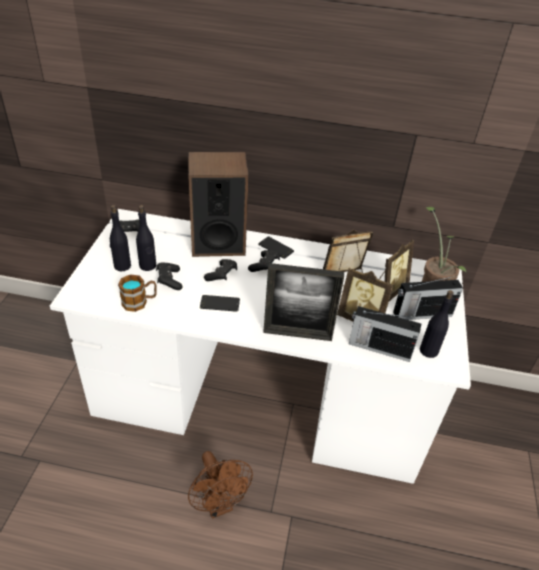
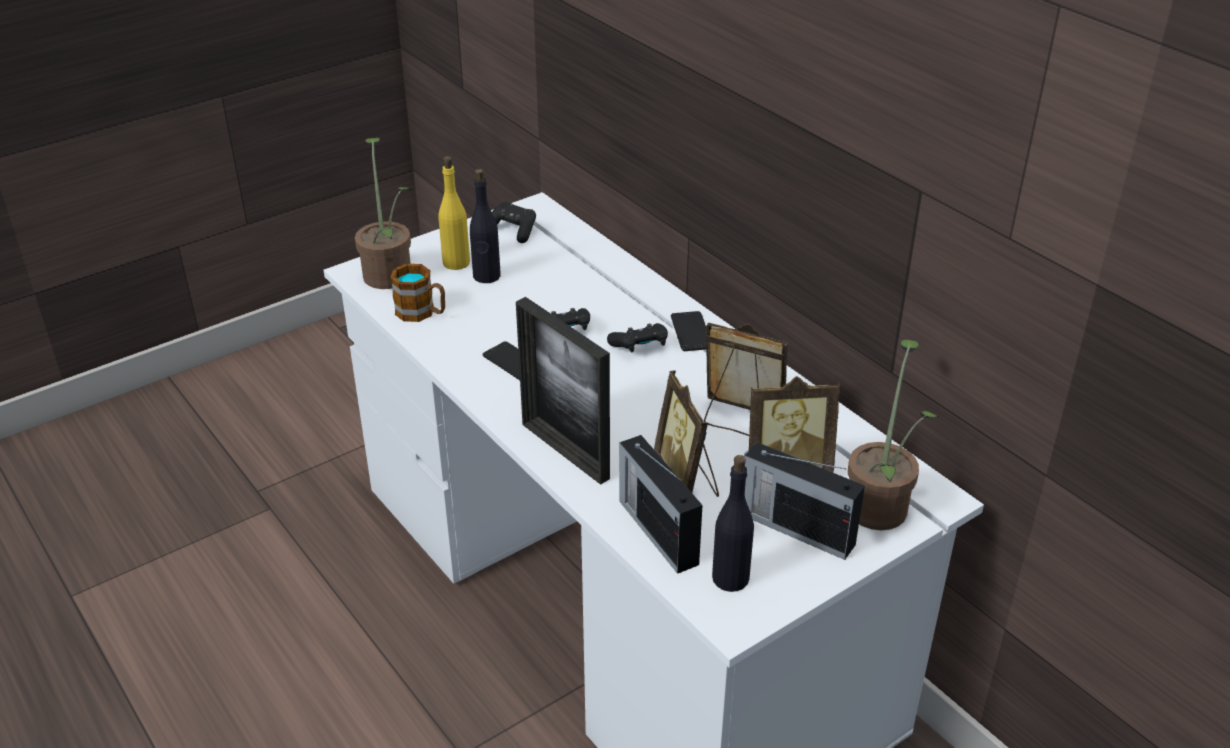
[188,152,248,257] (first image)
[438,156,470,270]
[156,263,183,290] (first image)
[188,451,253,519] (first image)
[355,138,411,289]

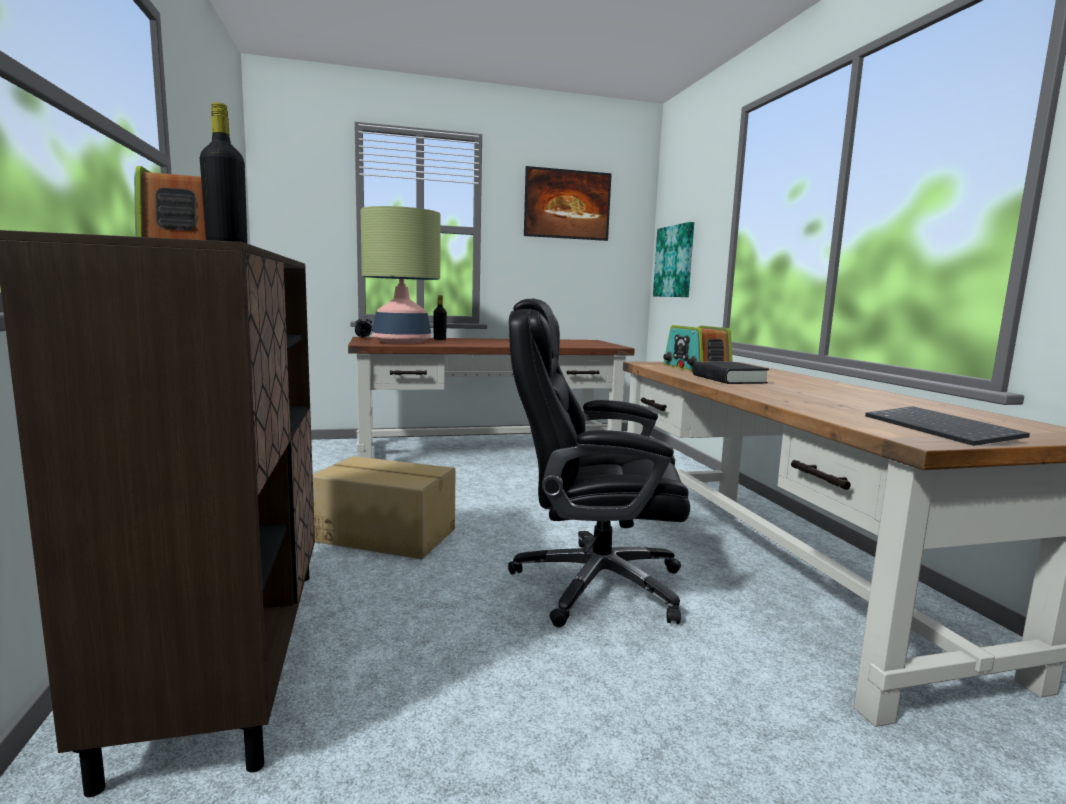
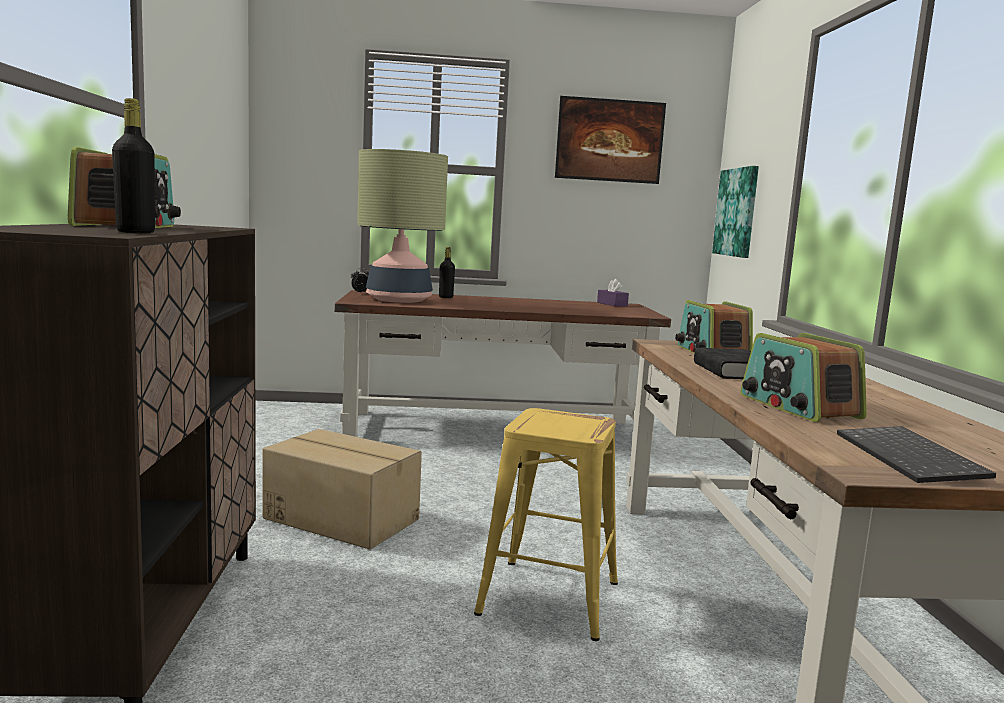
[474,408,618,641]
[597,279,629,306]
[740,333,867,422]

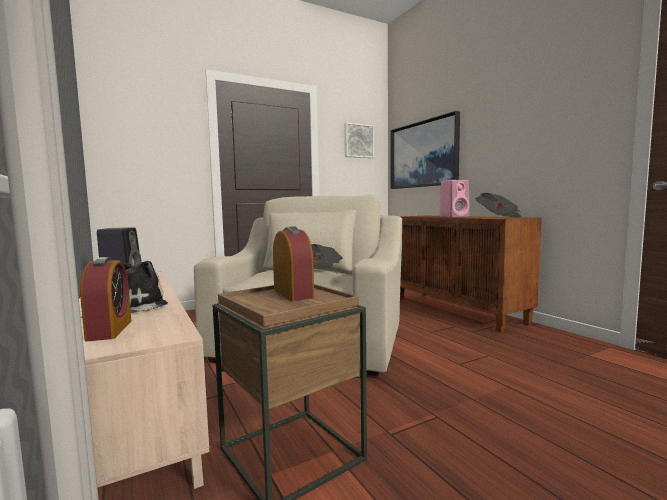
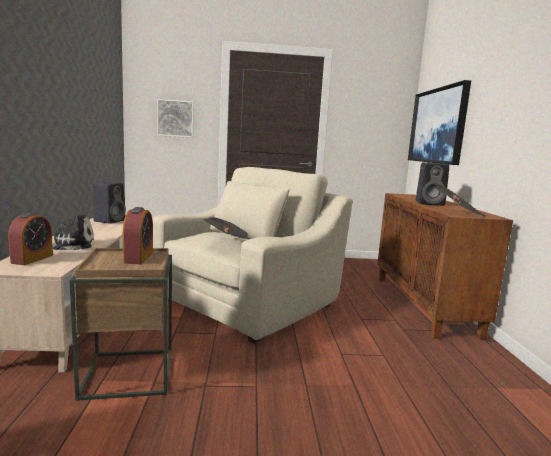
[157,99,194,138]
[416,162,449,206]

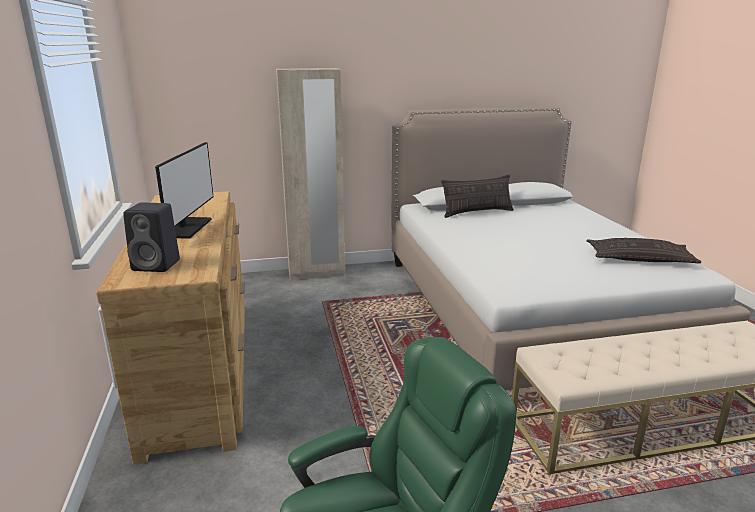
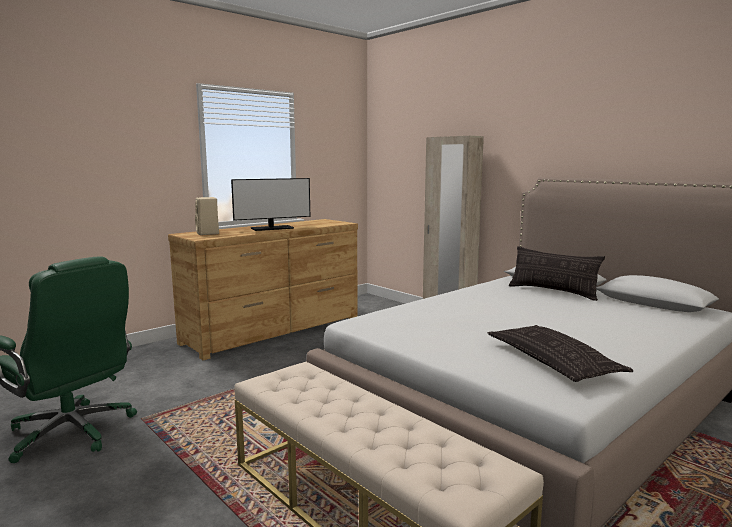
[195,197,219,235]

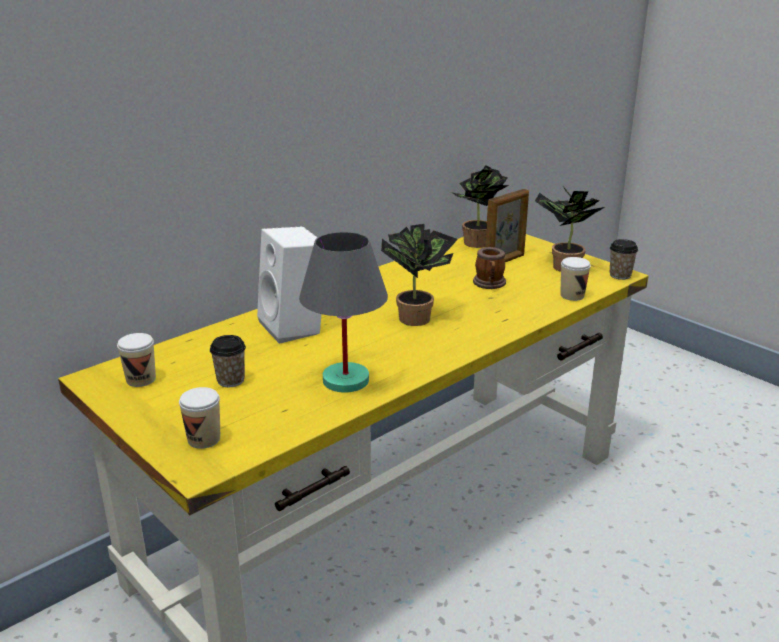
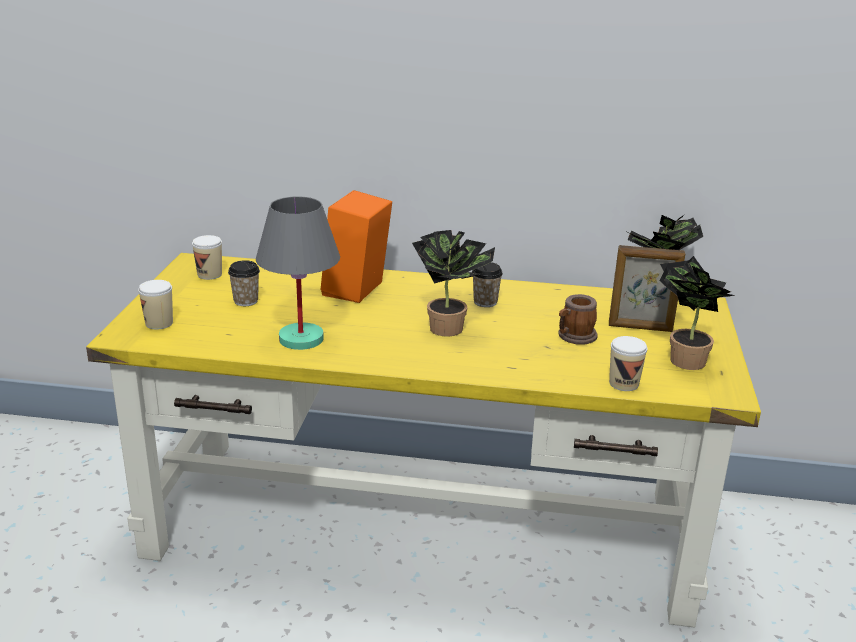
[321,190,392,303]
[472,262,503,307]

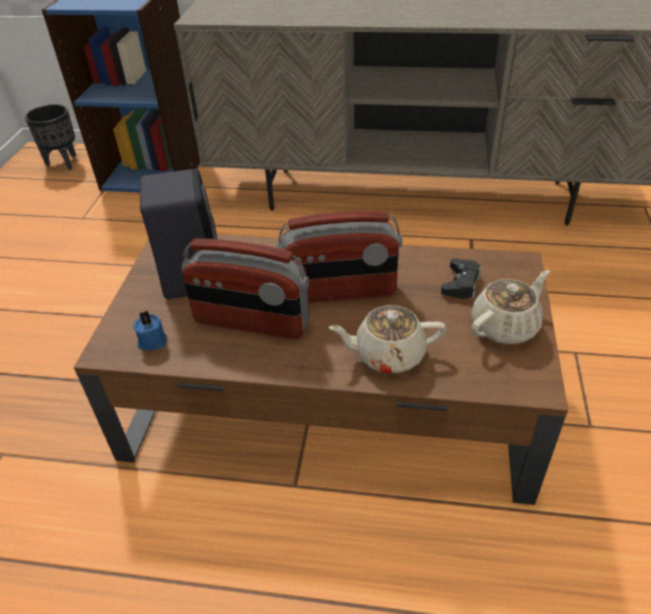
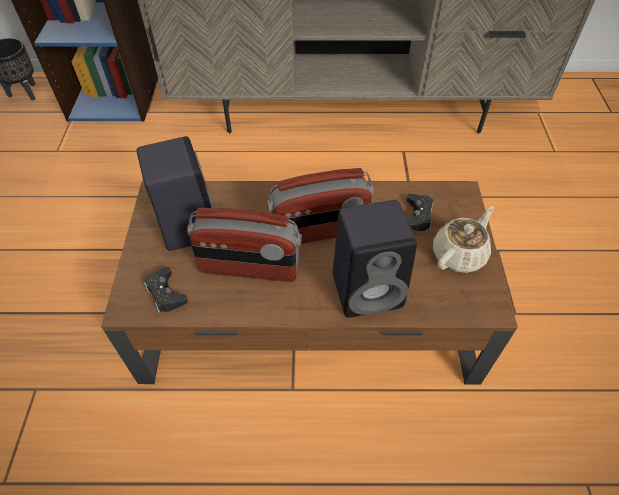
[333,200,417,318]
[144,267,188,313]

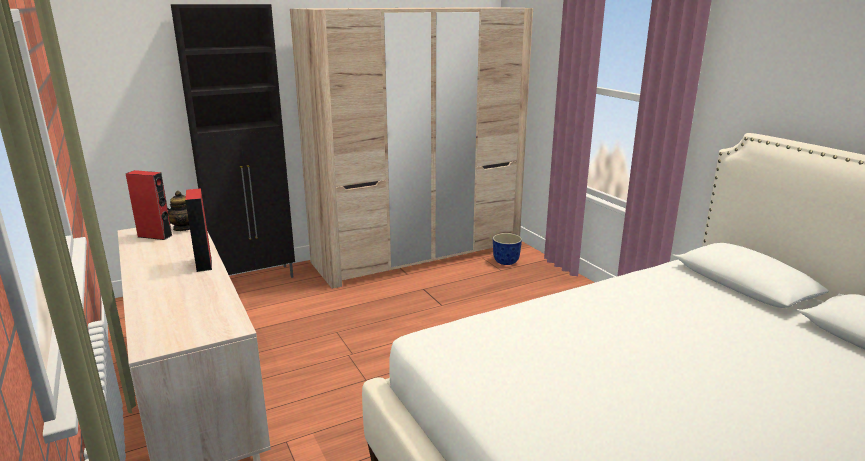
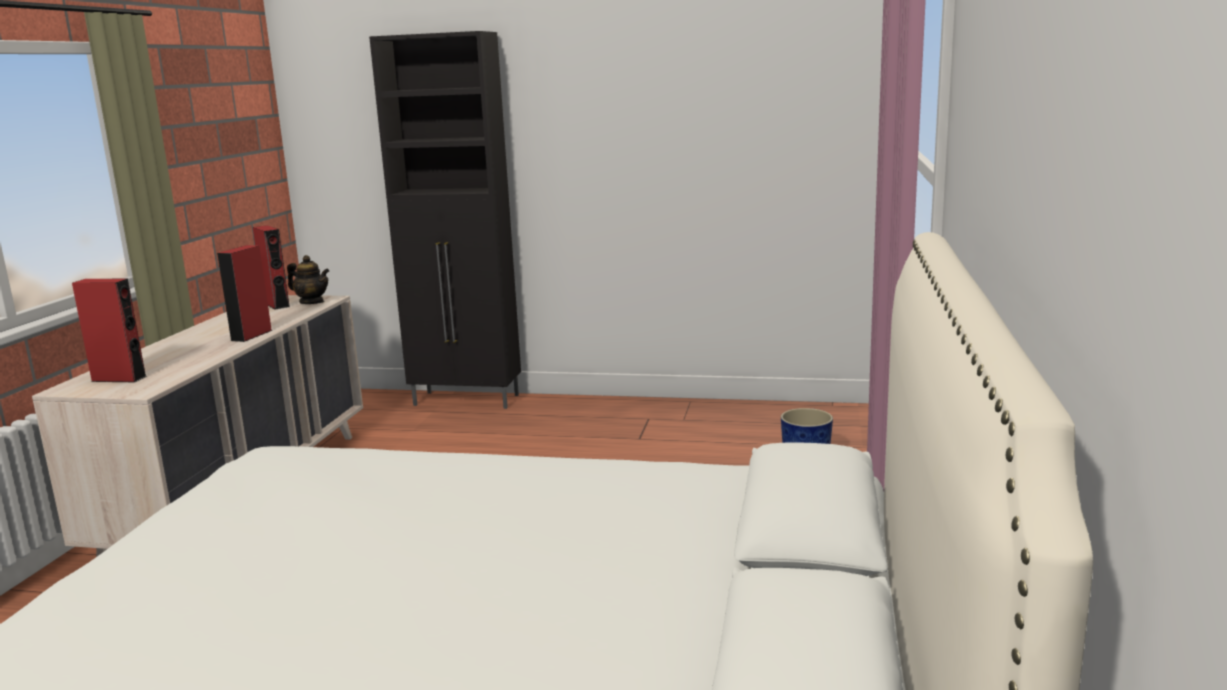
[290,7,533,289] (first image)
[72,279,147,382]

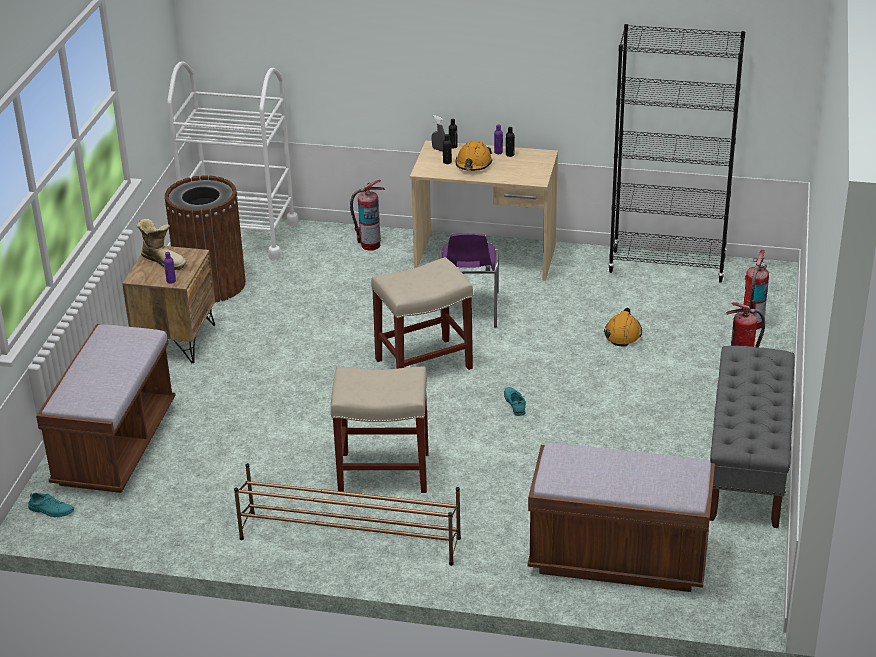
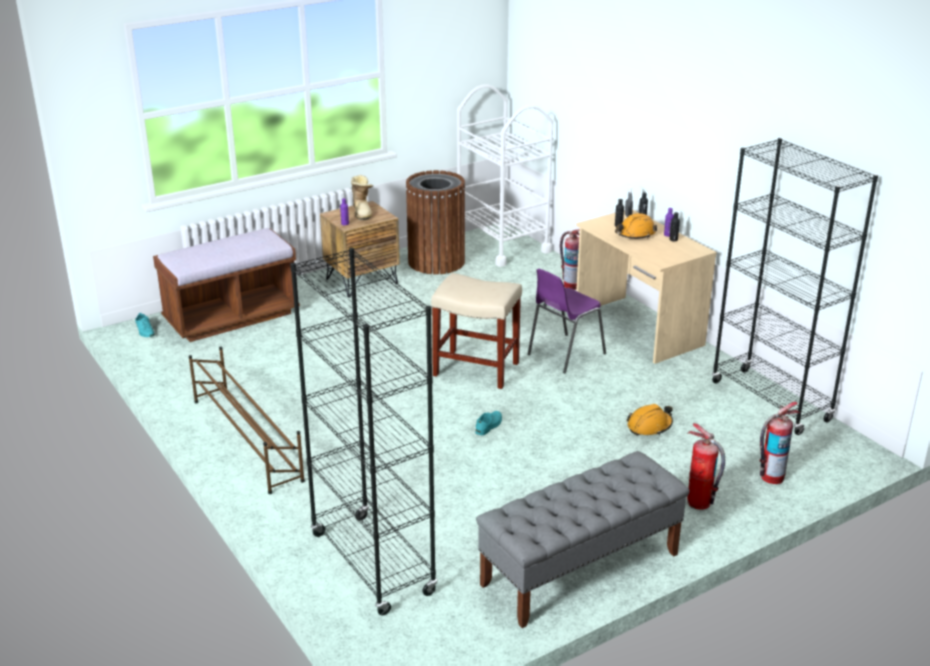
[331,366,429,493] (first image)
[290,248,437,615]

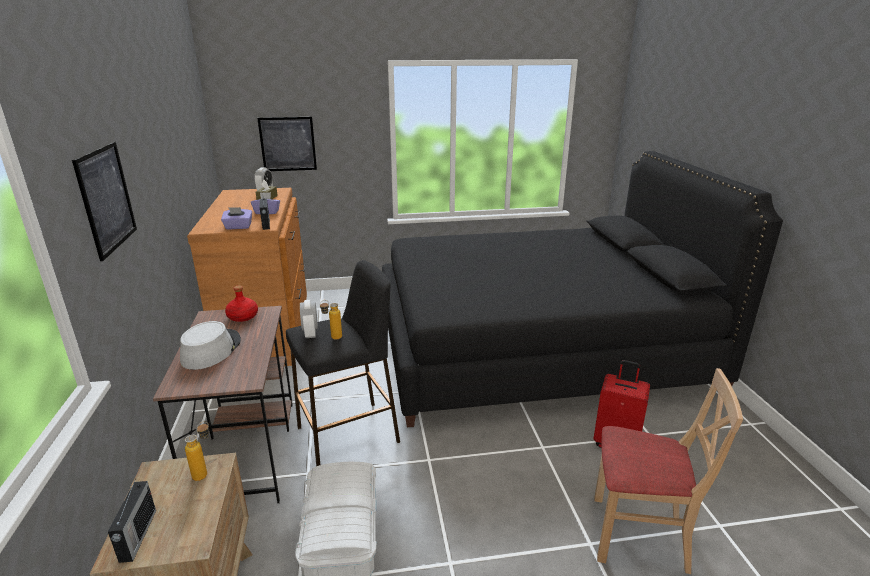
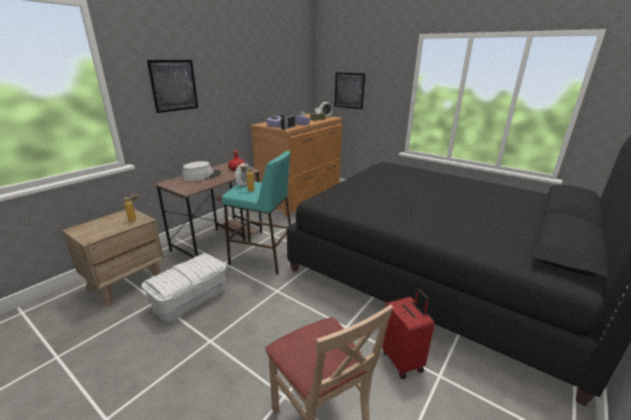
[222,151,291,275]
[108,478,156,563] (first image)

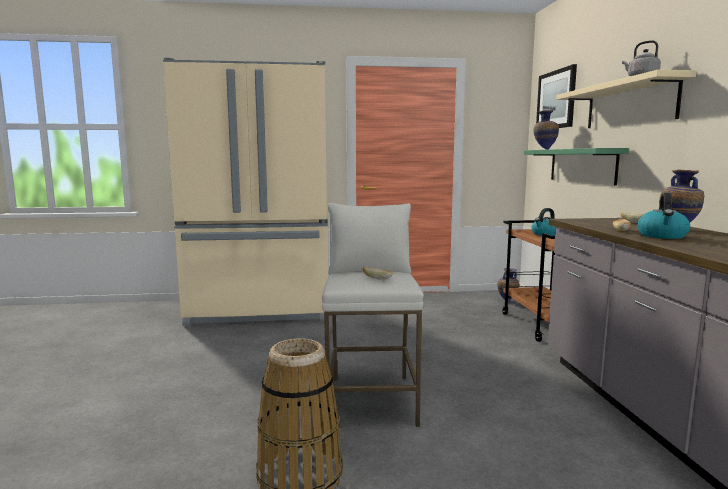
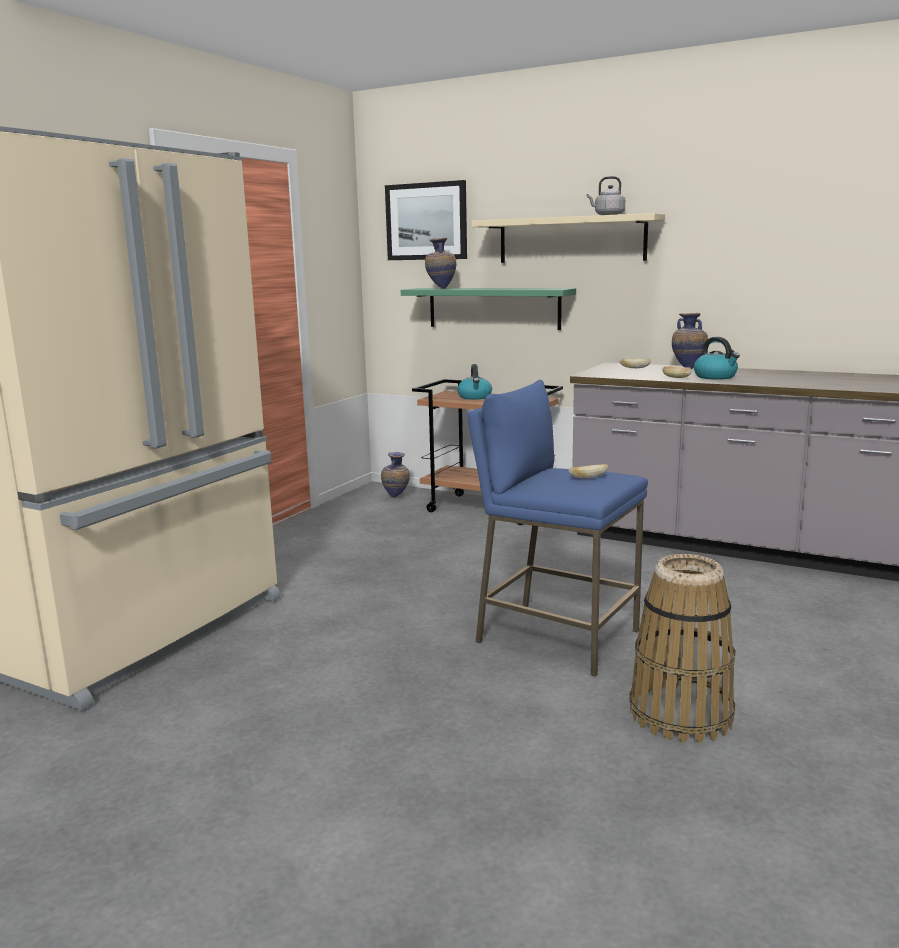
[467,380,648,677]

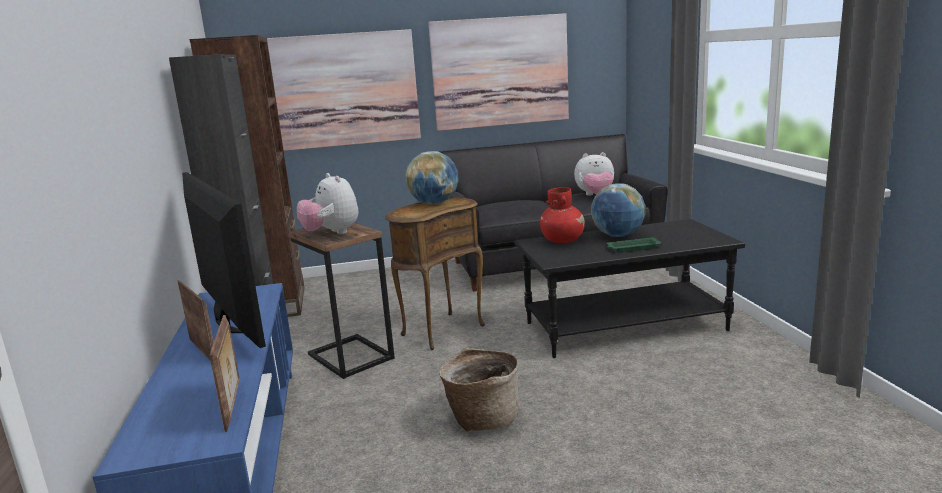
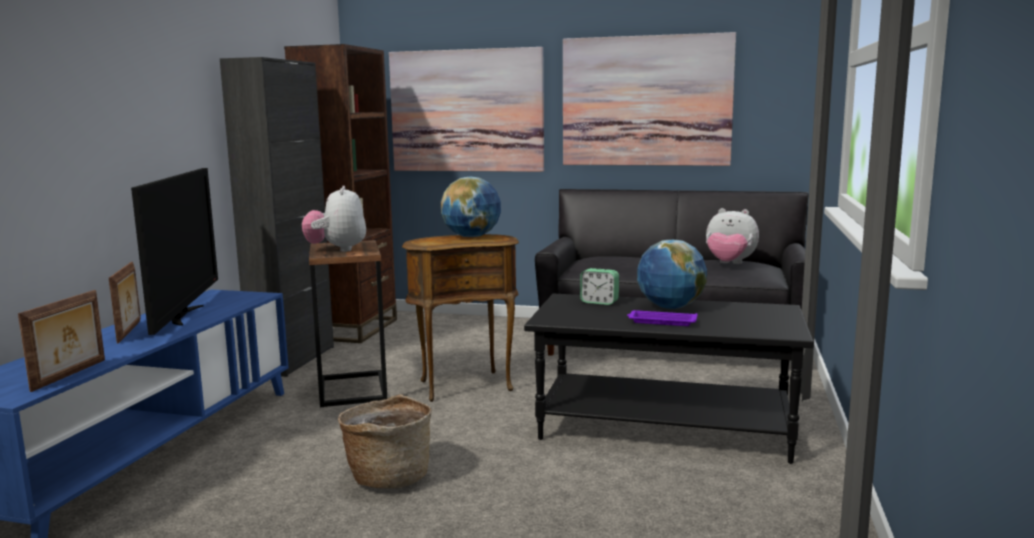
[580,268,619,305]
[627,310,698,326]

